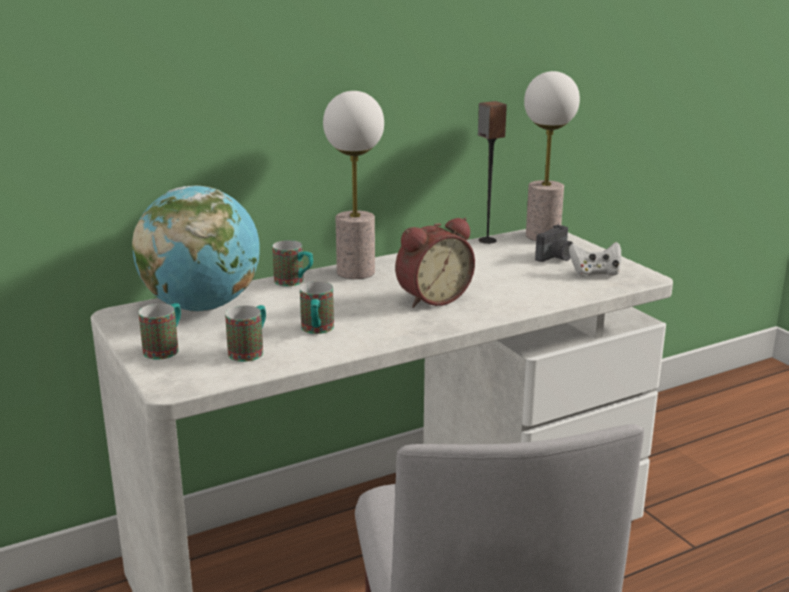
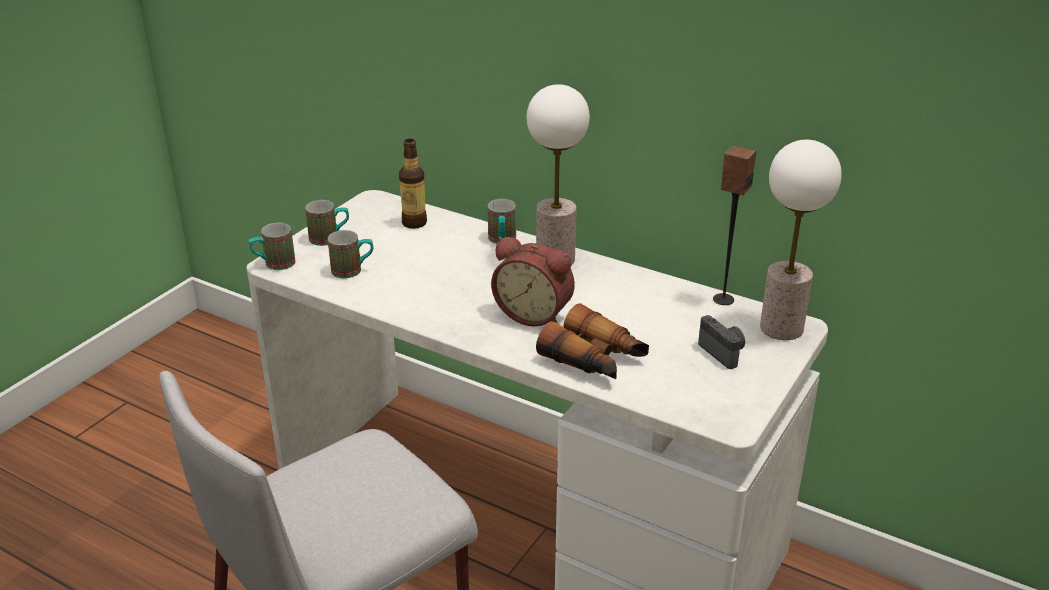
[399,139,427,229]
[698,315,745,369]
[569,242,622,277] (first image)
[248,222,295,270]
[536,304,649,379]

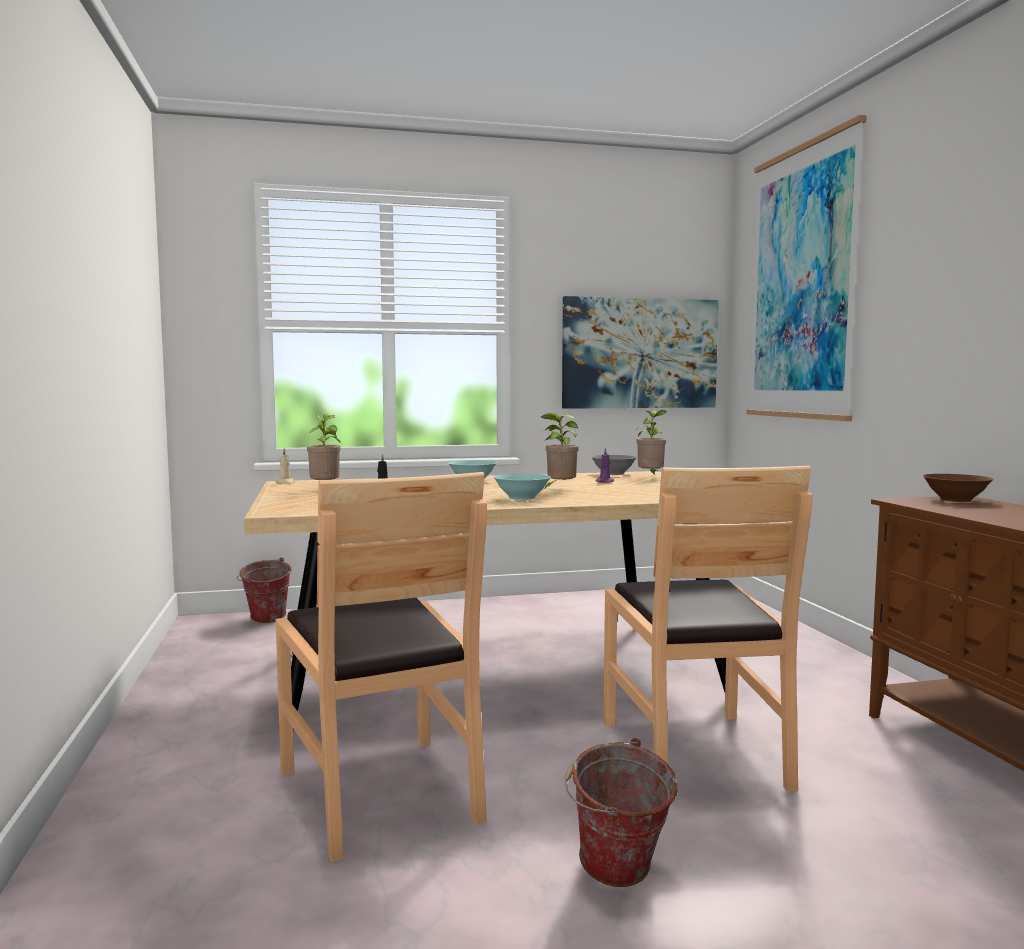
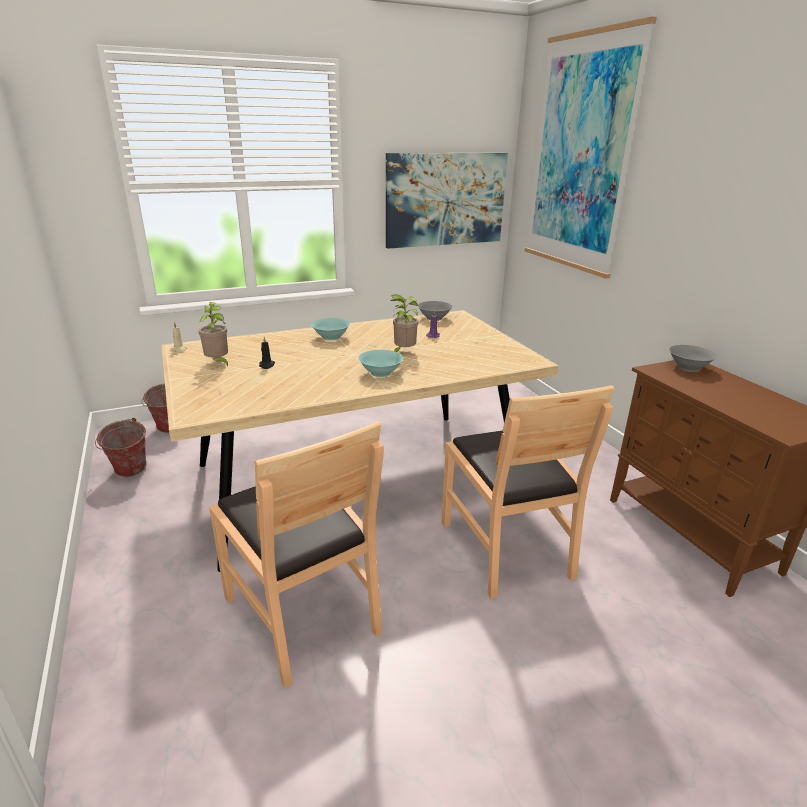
[636,410,667,475] (first image)
[669,345,717,371]
[95,418,147,477]

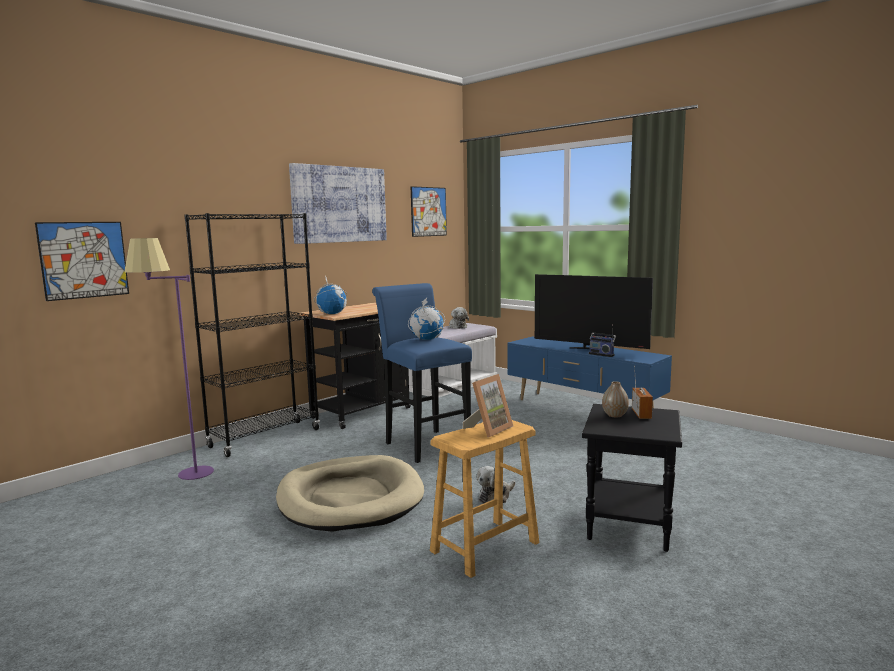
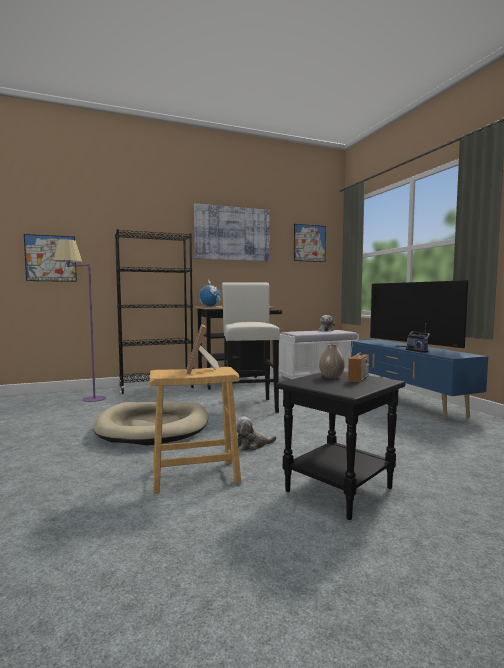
[222,282,280,413]
[408,298,445,340] (first image)
[187,324,219,374]

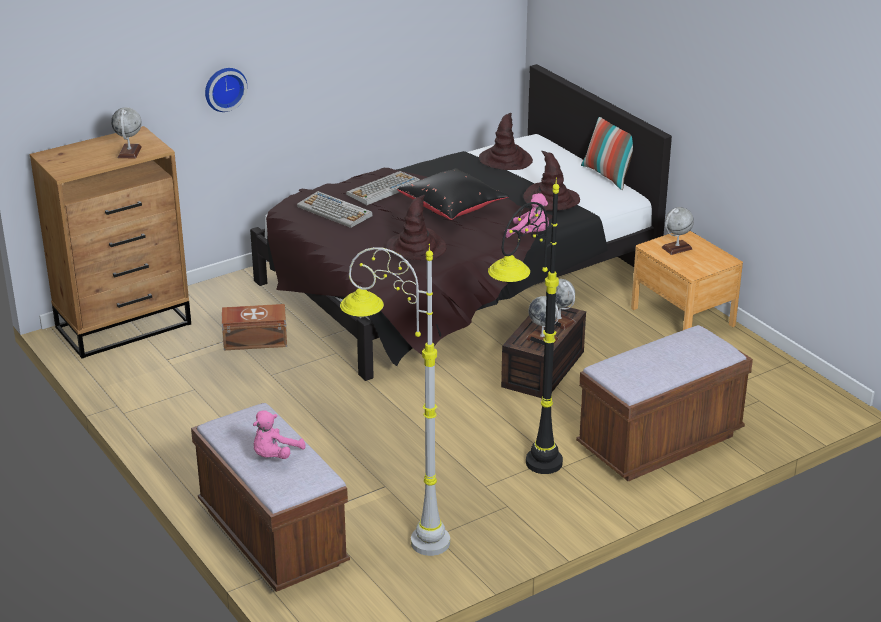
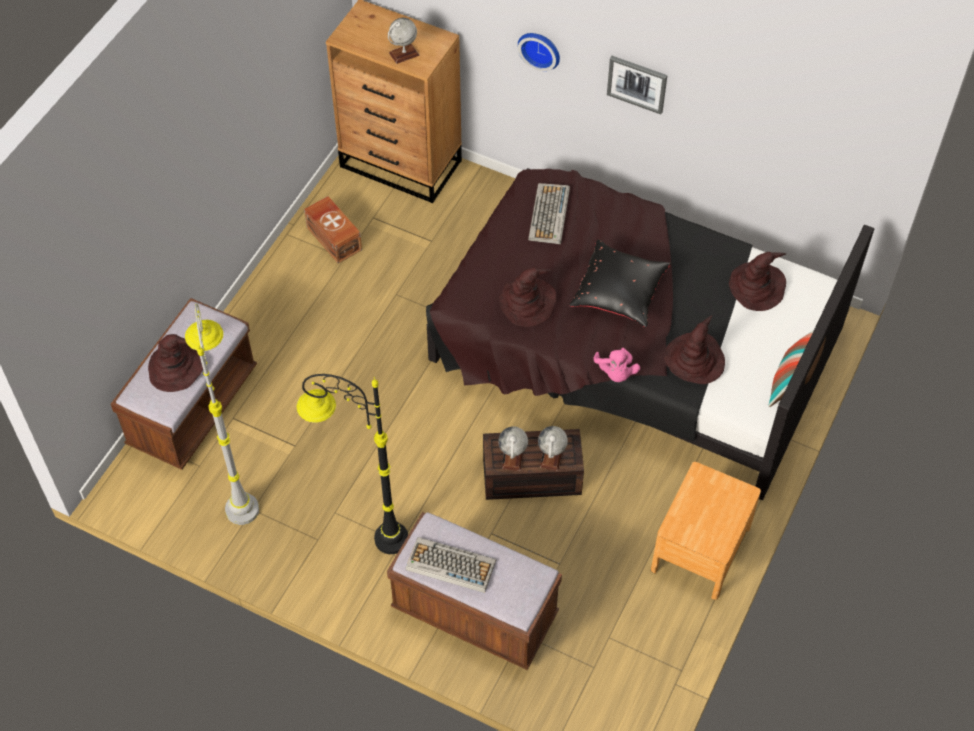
[406,537,496,593]
[661,207,694,255] (first image)
[304,196,362,264]
[148,334,203,392]
[607,56,667,114]

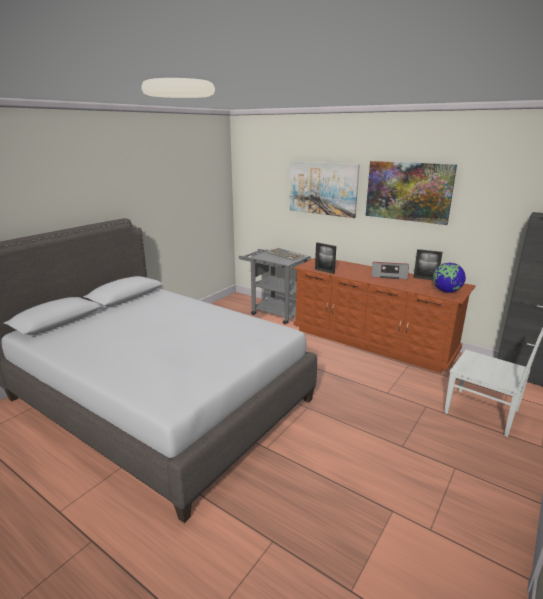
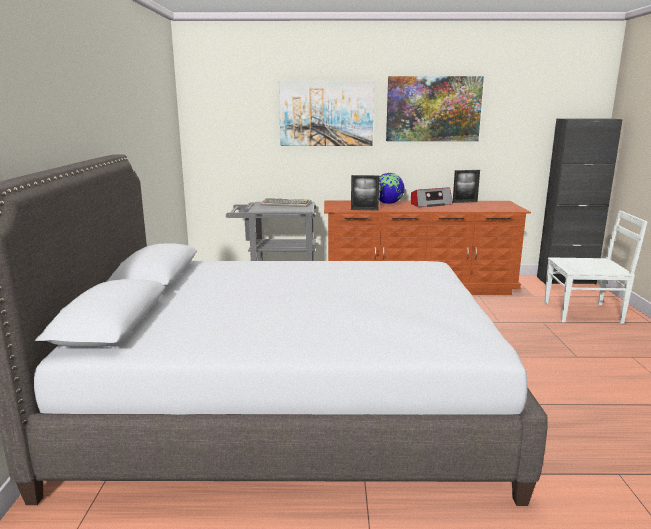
[379,173,405,204]

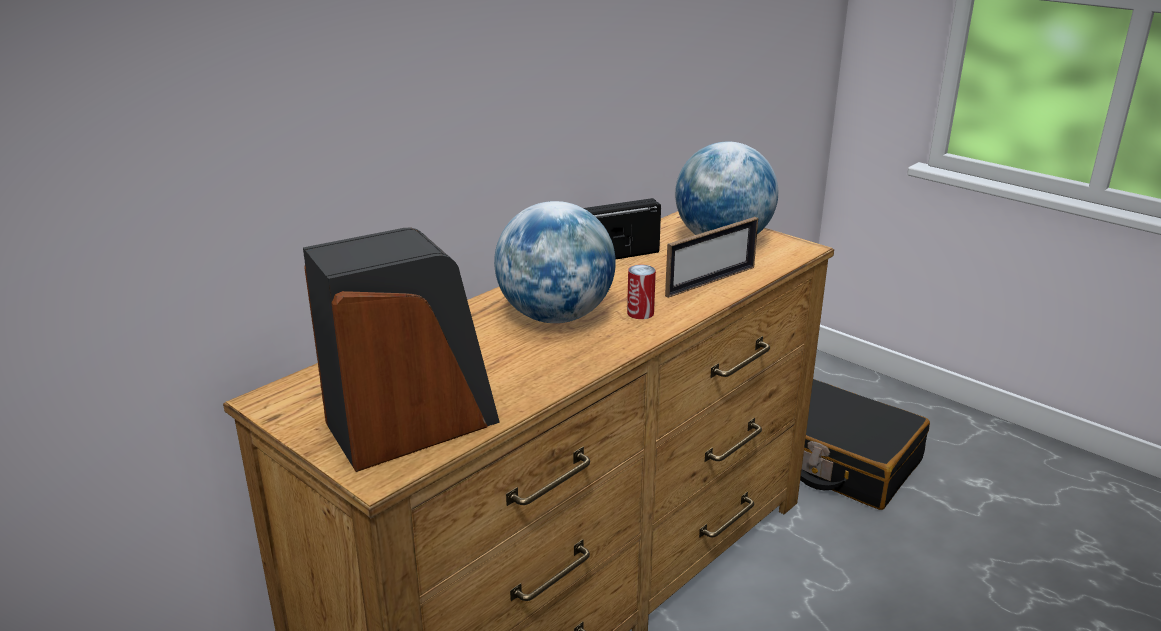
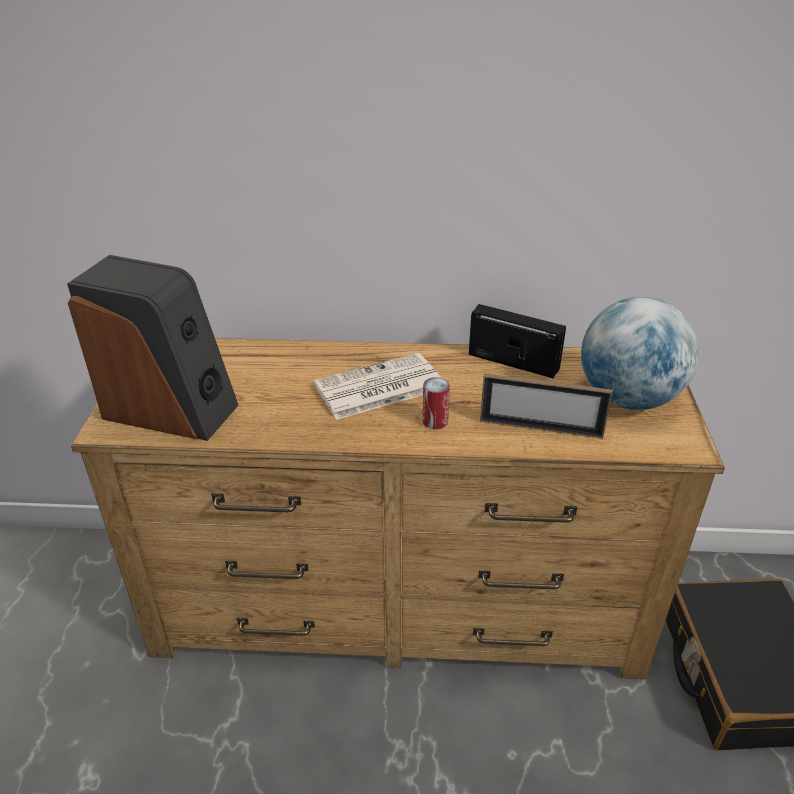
[314,353,441,420]

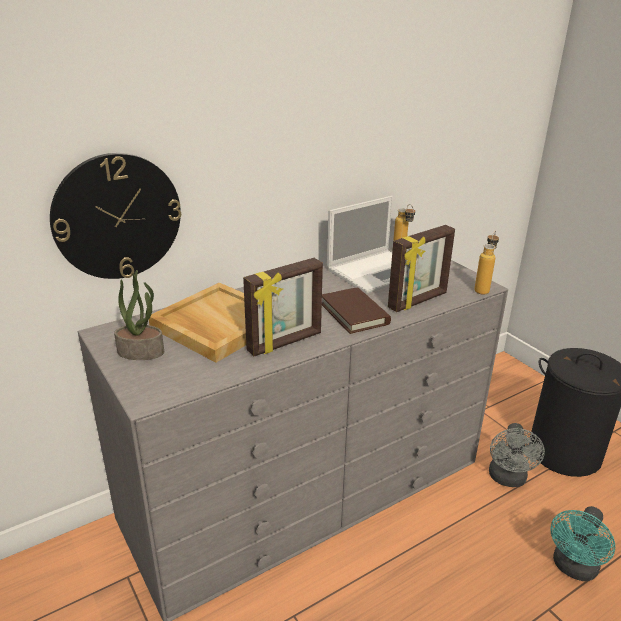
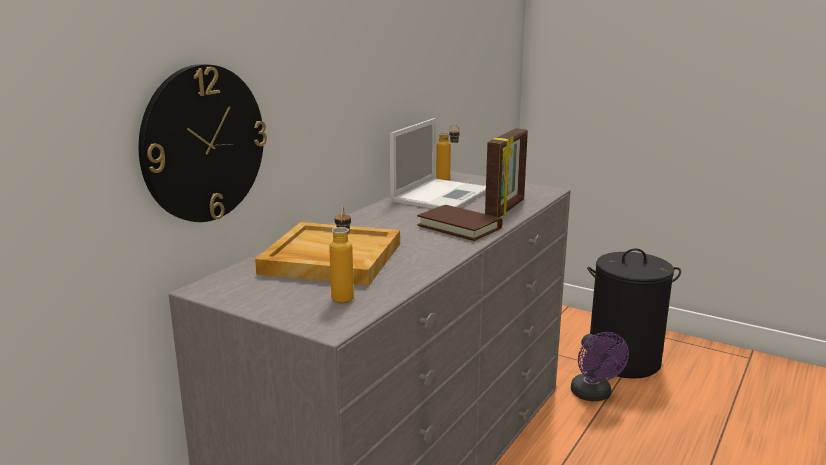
[329,207,354,303]
[243,258,323,356] (first image)
[114,270,164,360] (first image)
[571,332,629,401]
[550,506,615,581] (first image)

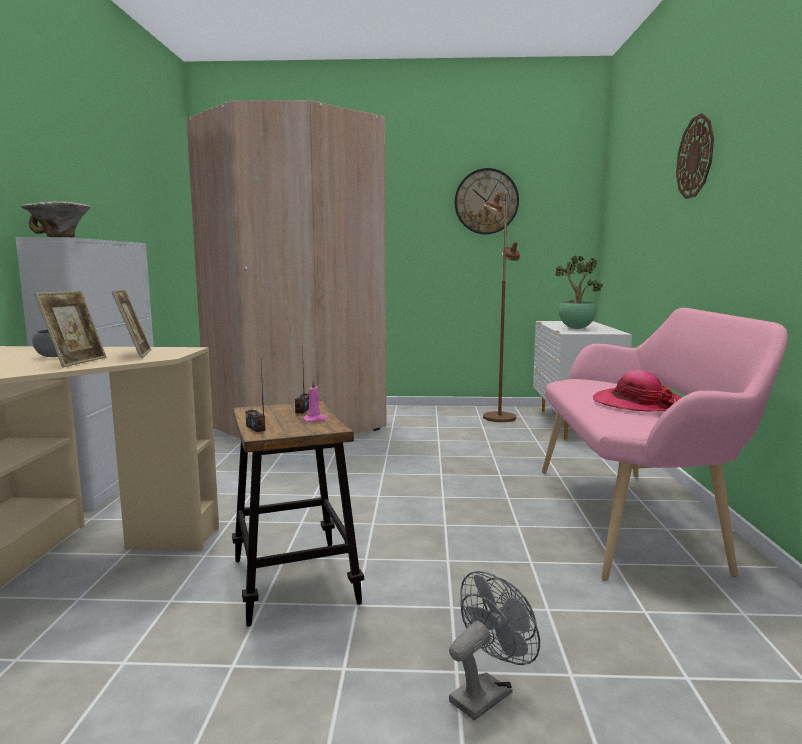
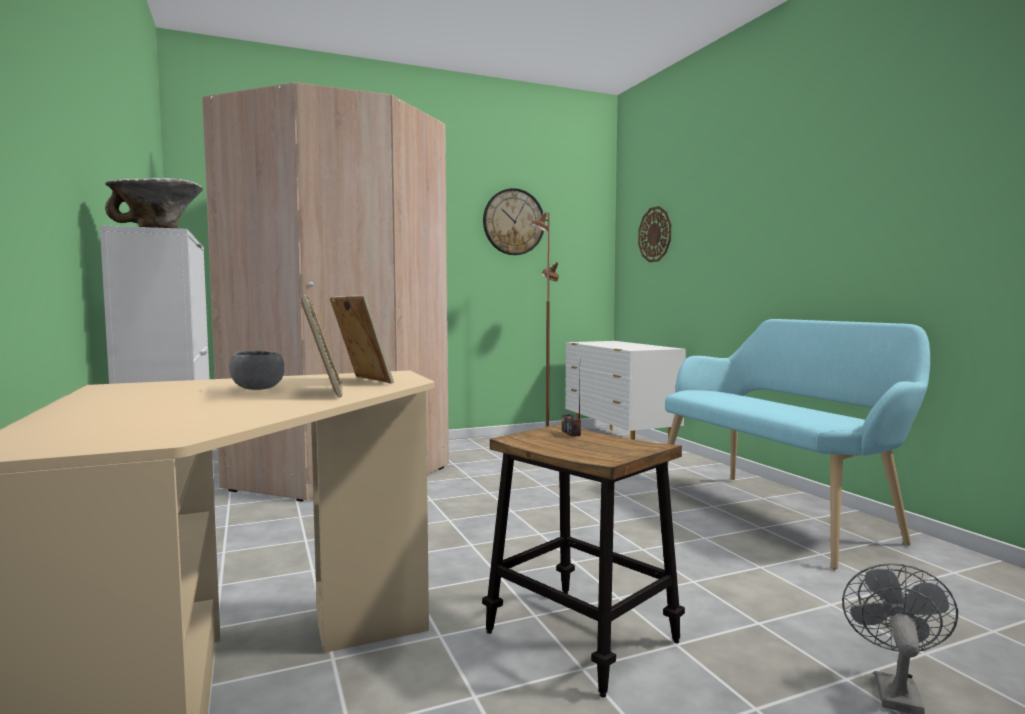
[638,206,671,262]
[555,255,603,329] (first image)
[656,319,930,570]
[246,365,266,432] (first image)
[593,370,682,411] (first image)
[302,379,328,422] (first image)

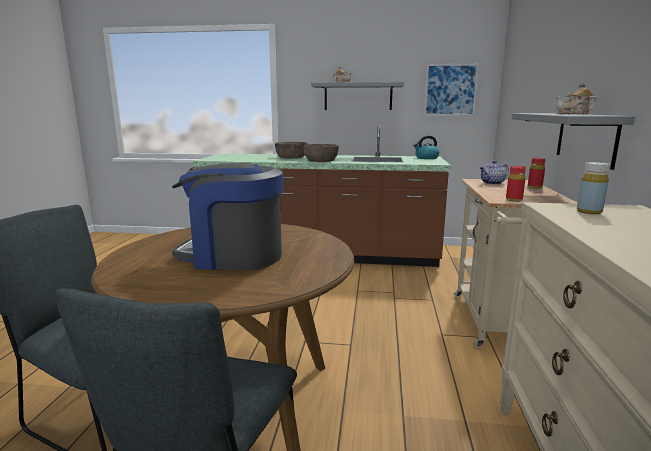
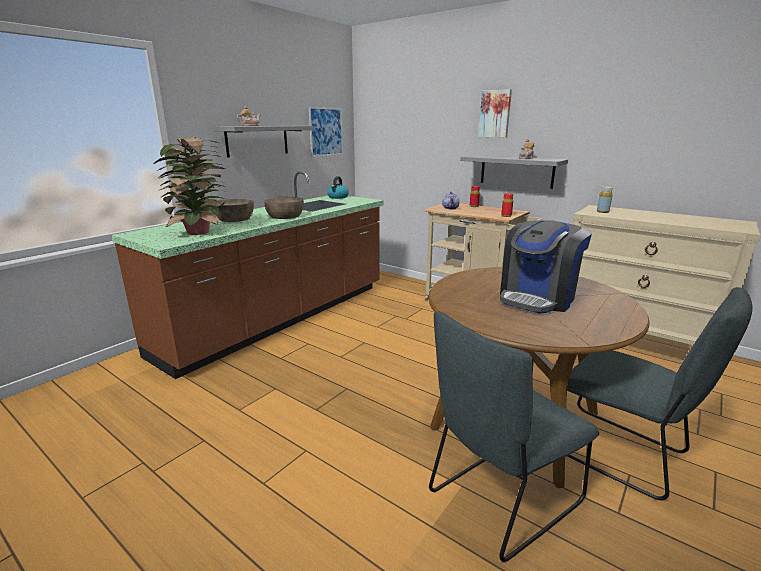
[478,89,512,138]
[153,137,226,235]

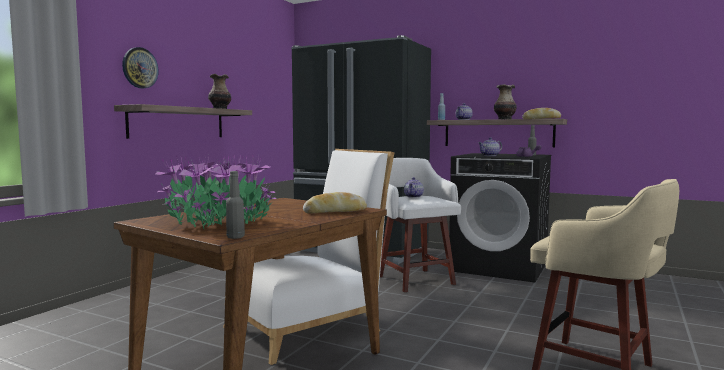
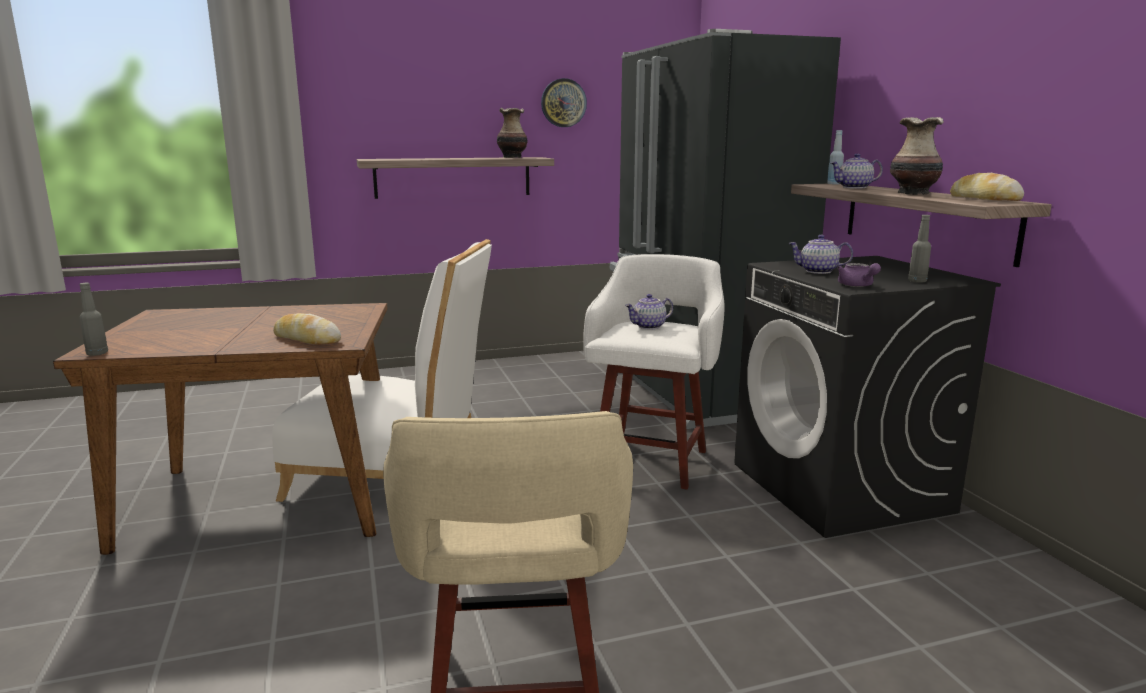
[541,78,587,127]
[155,155,276,229] (first image)

